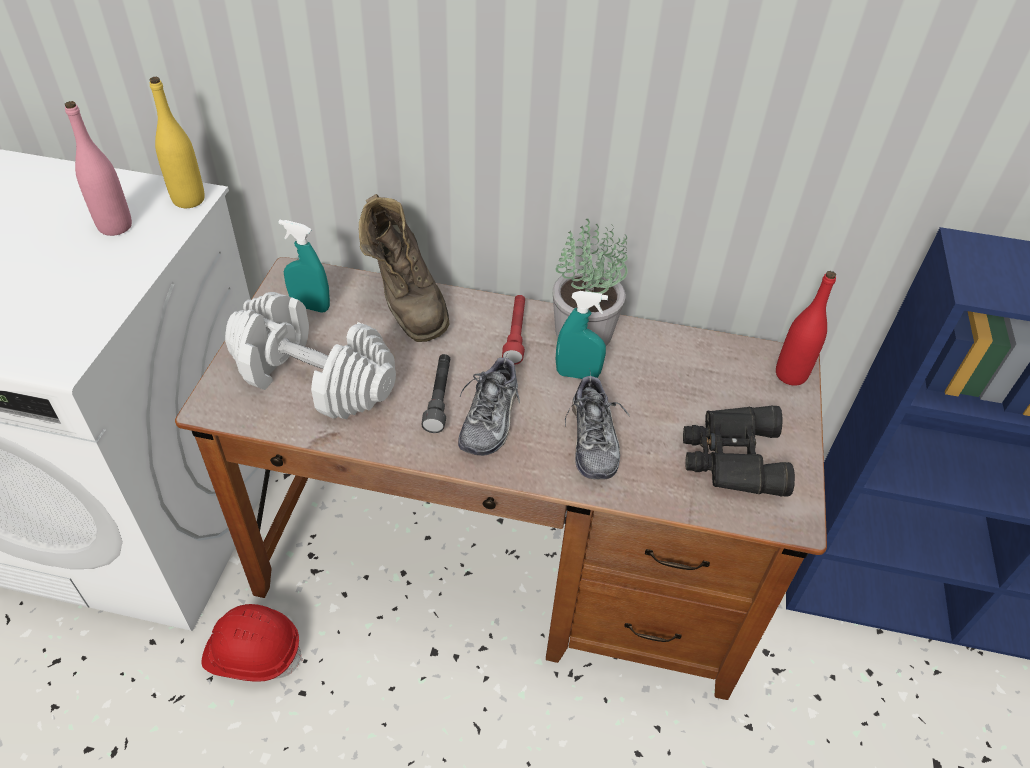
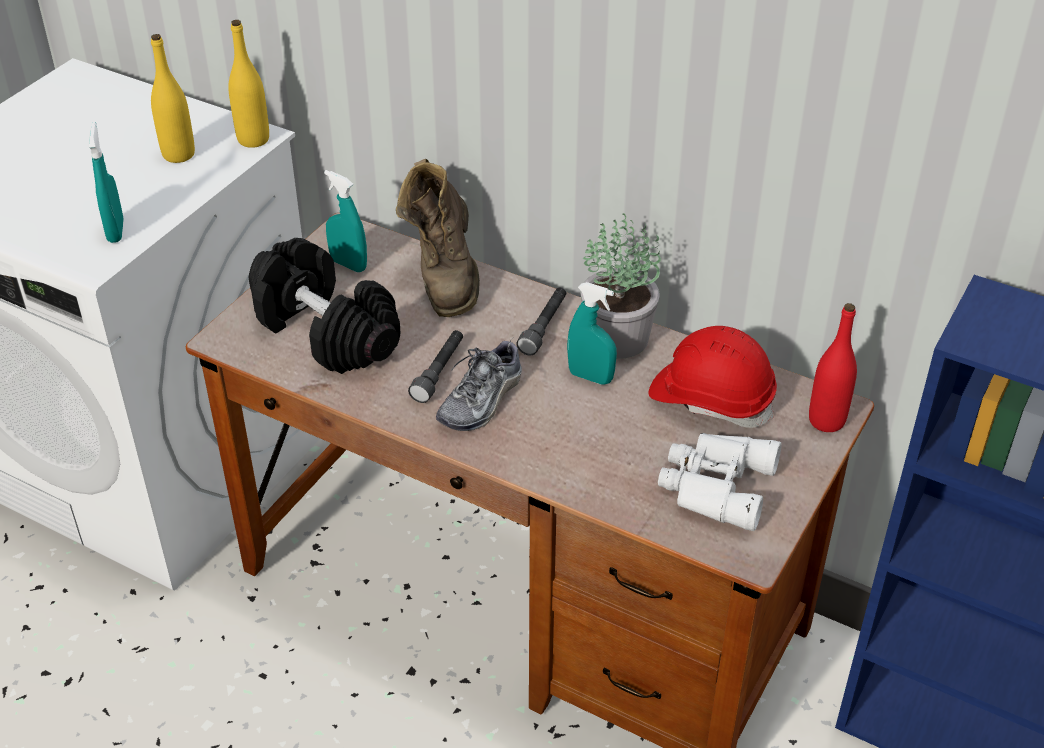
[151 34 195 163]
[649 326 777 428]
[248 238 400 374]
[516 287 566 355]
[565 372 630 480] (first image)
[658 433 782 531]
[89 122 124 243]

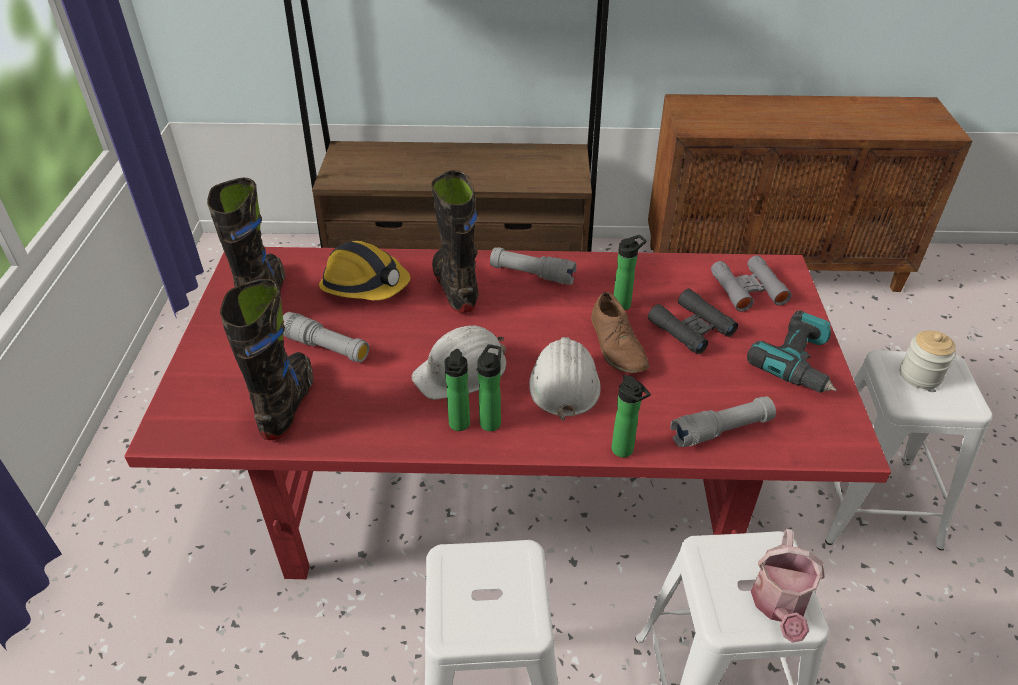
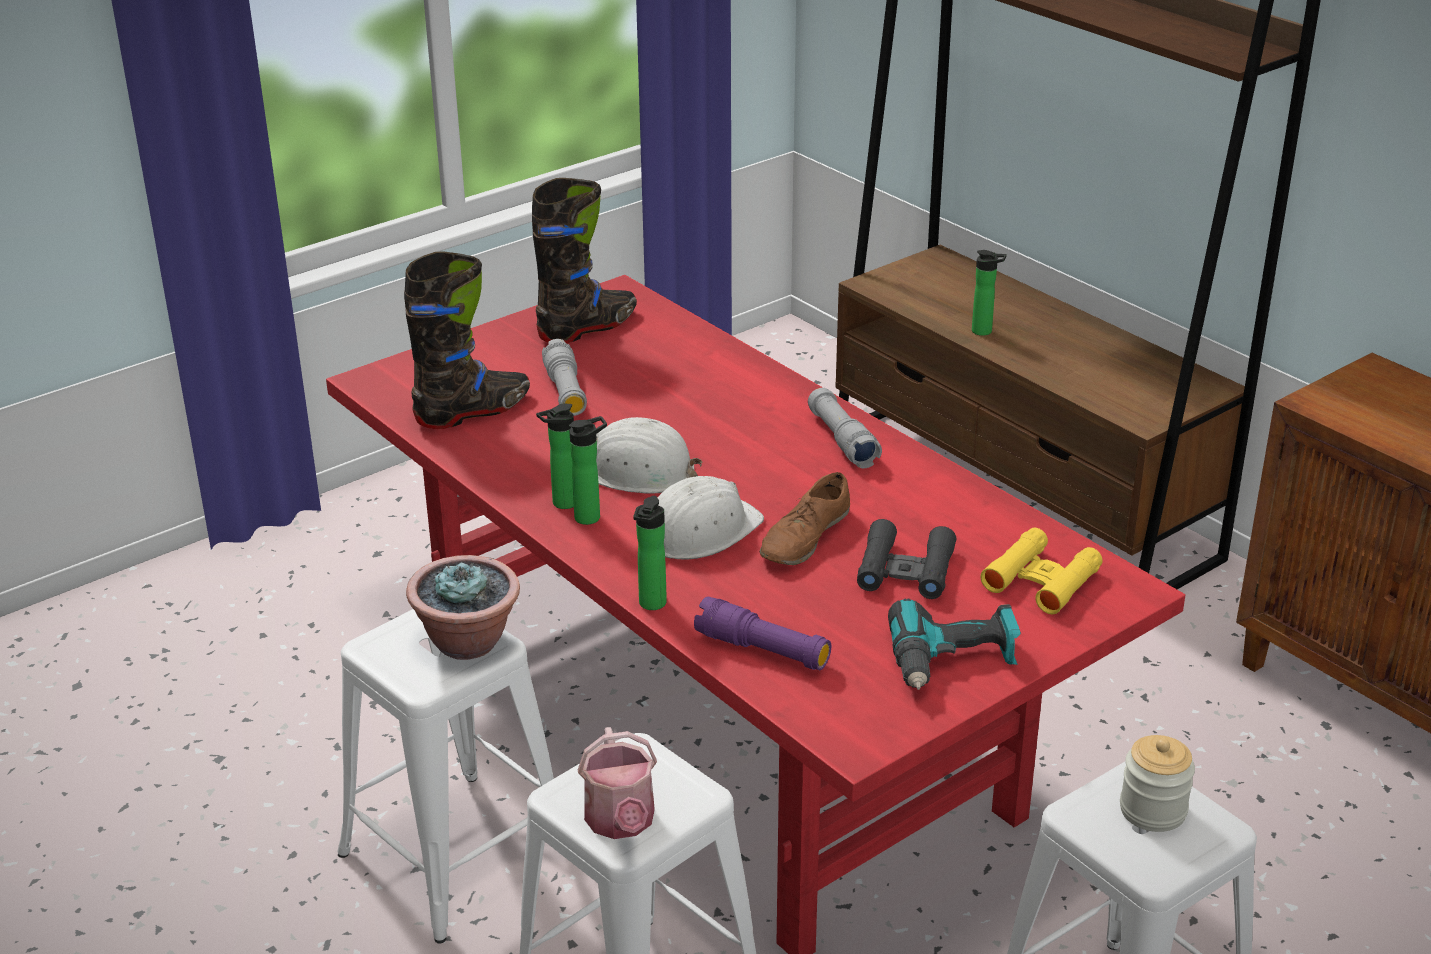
[319 241 410 300] (first image)
[431 170 479 313] (first image)
[972 250 1007 336]
[694 597 831 670]
[980 528 1103 614]
[578 727 657 839]
[406 555 520 660]

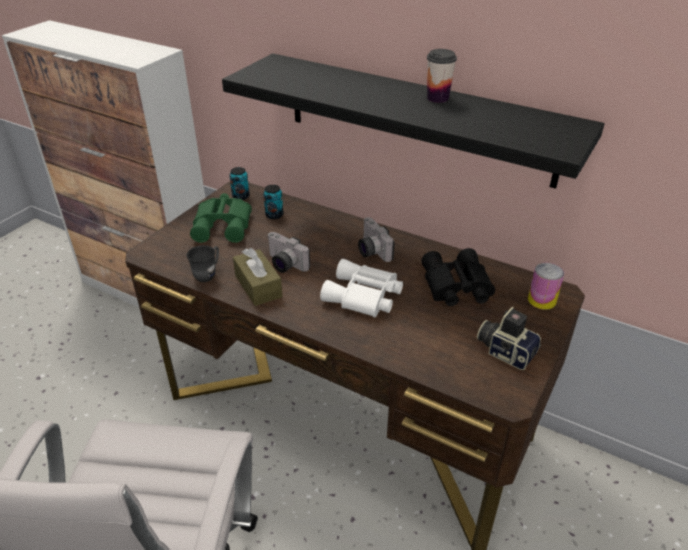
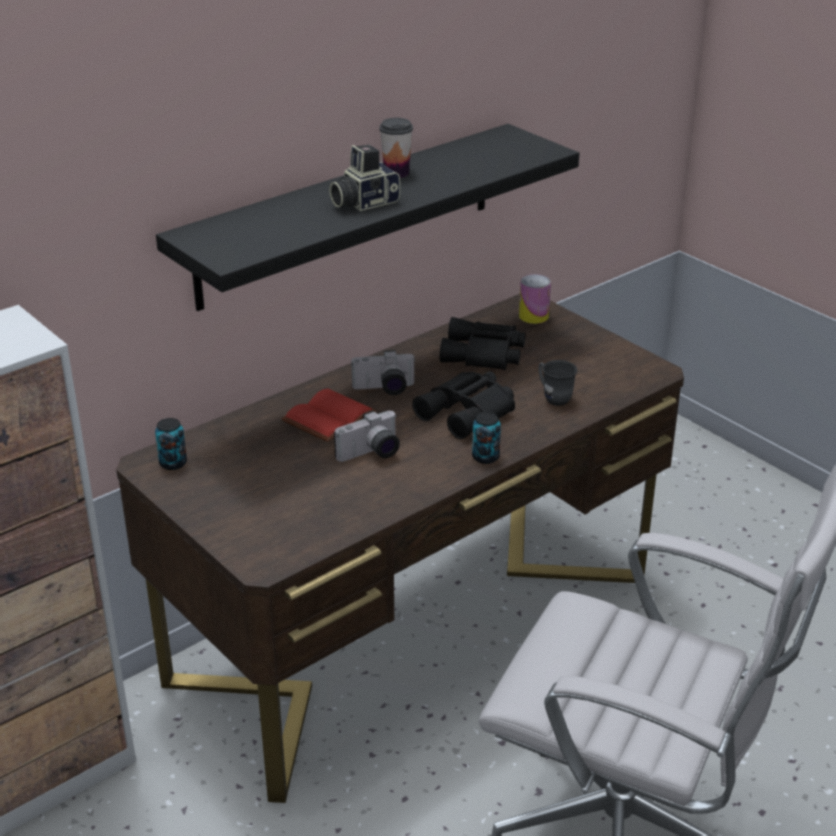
[538 360 577 406]
[190 193 252 243] (first image)
[233 248 283 306] (first image)
[472 412 501 464]
[412 371 515 439]
[329 145 400 211]
[281 388 376 442]

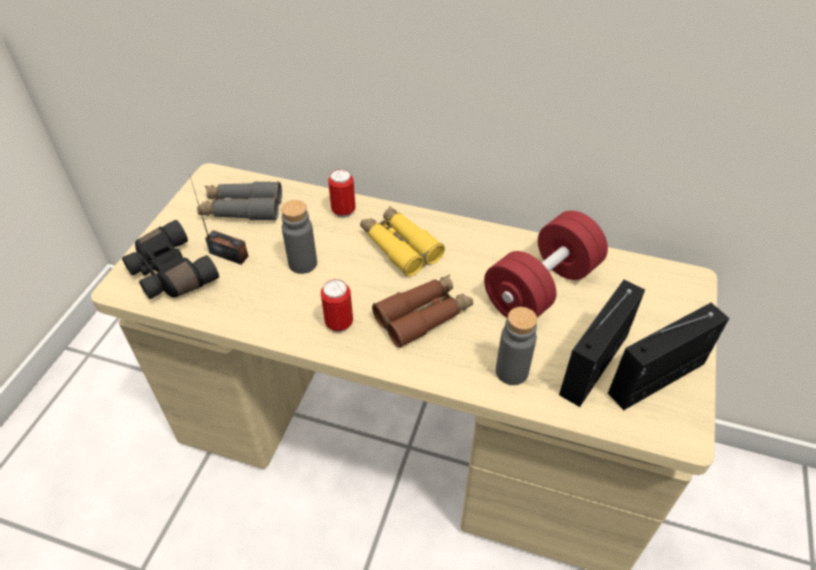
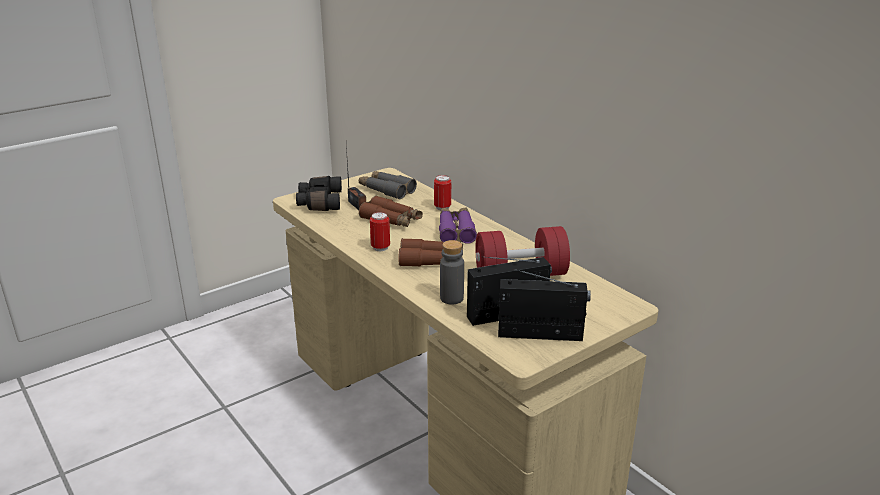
[359 196 423 227]
[439 207 477 244]

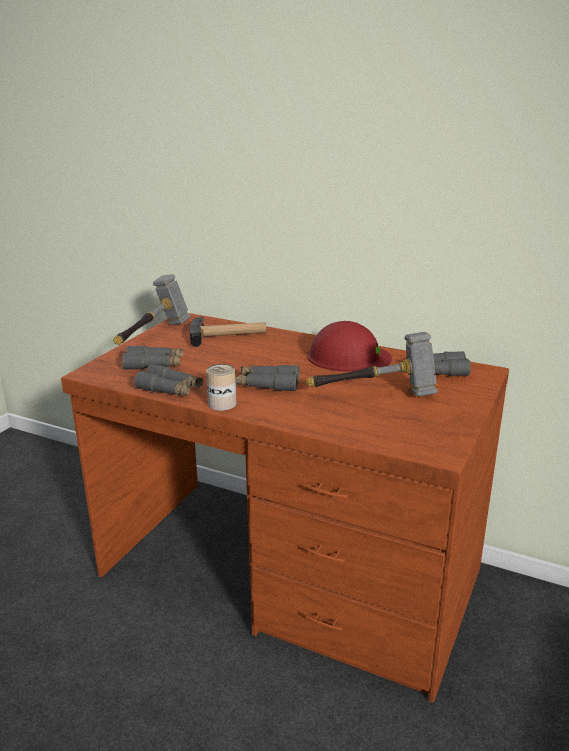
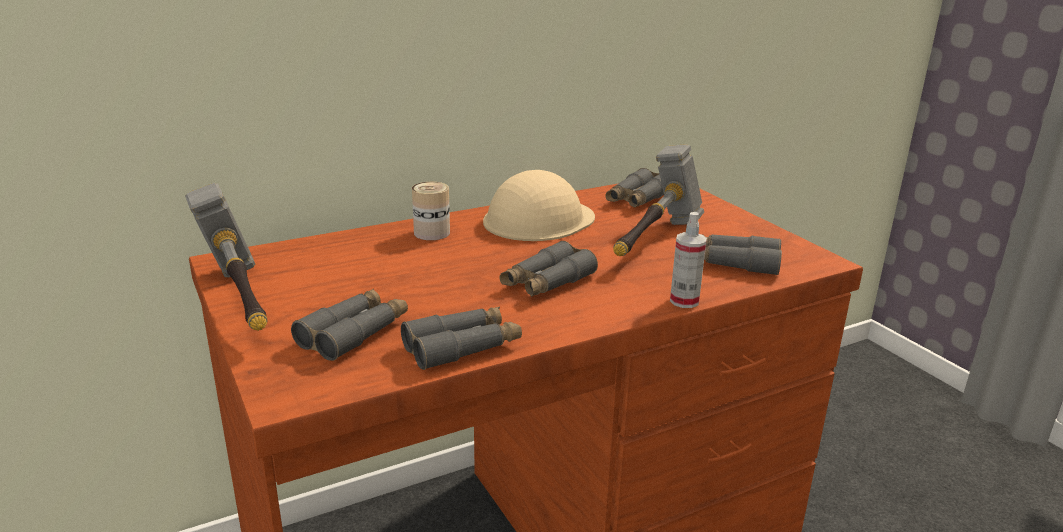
[190 316 266 347] (first image)
[412 182 450 240]
[483 170 595 241]
[670 212 707 308]
[702 234 782 275]

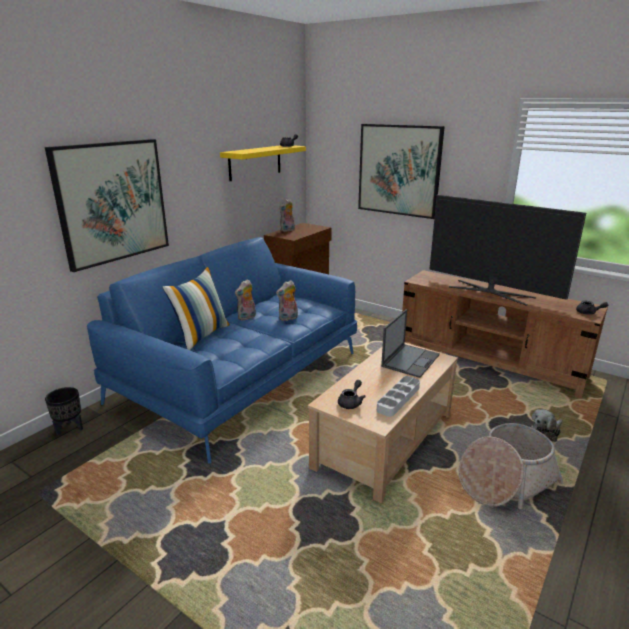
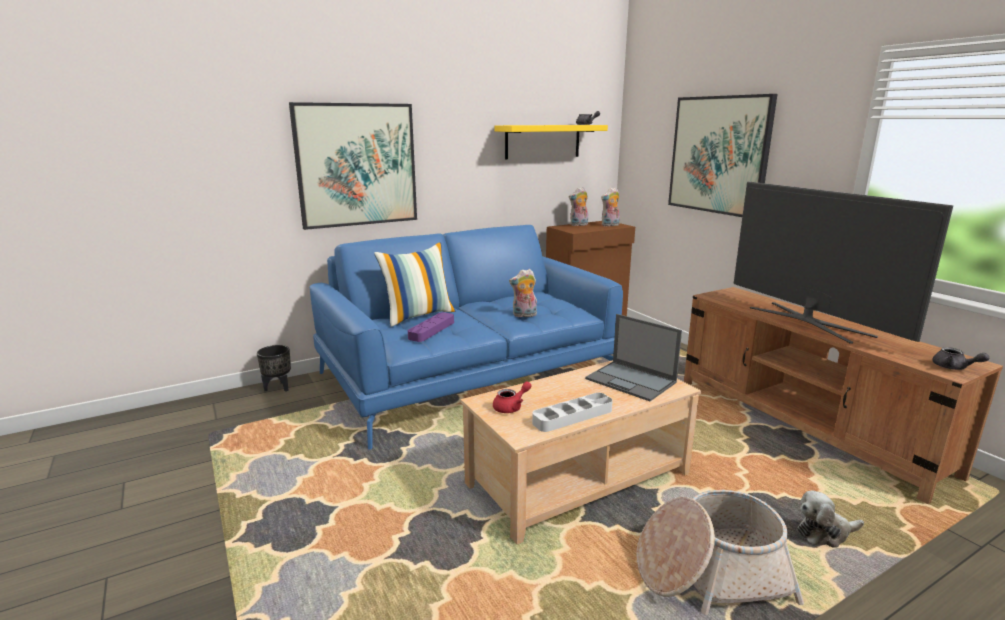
[601 187 620 227]
[493 381 532 413]
[585 314 682 401]
[408 312 454 342]

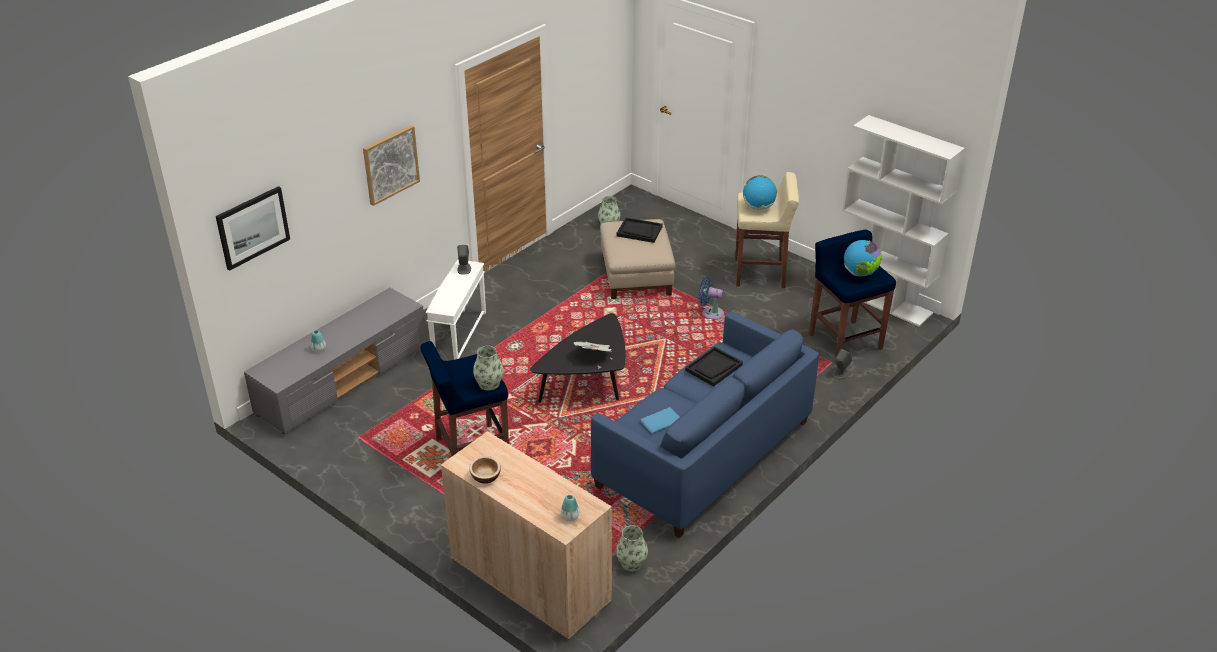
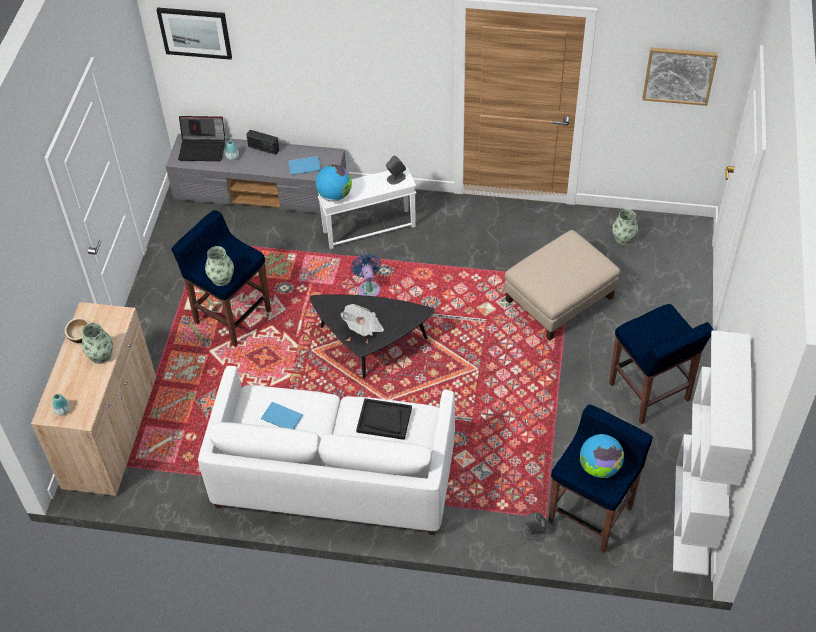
[642 47 718 106]
[198 366 455 535]
[616 218 663 243] (first image)
[82 322 113 364]
[351 254 381 297]
[609 304 714 424]
[316 164 352 202]
[178 116 225 161]
[246 130 279 155]
[288 156 321 175]

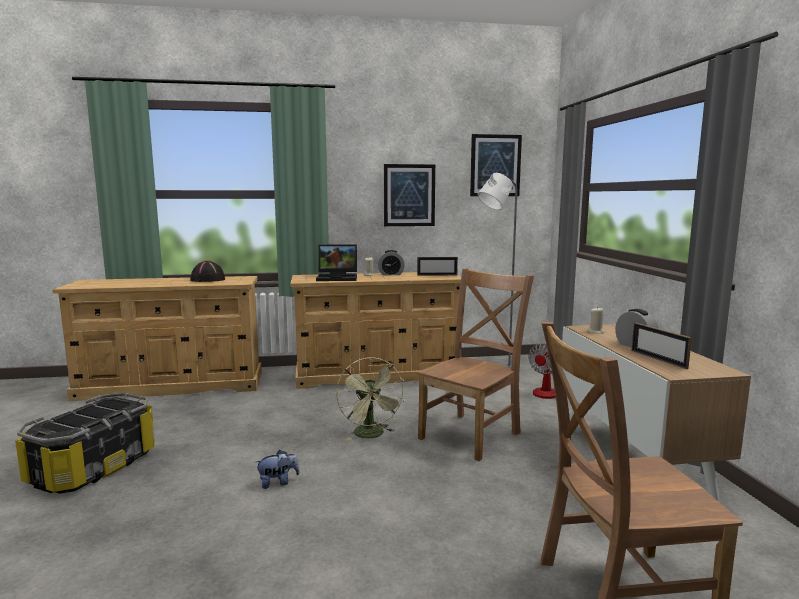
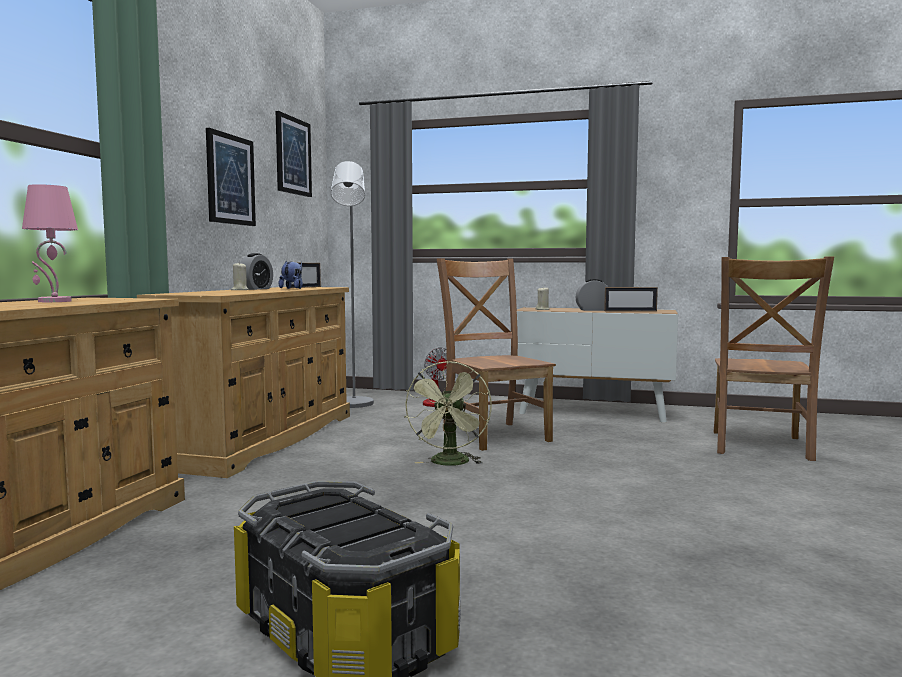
[22 184 78 302]
[279 261 303 289]
[316 244 357 281] (first image)
[404 361 492 466]

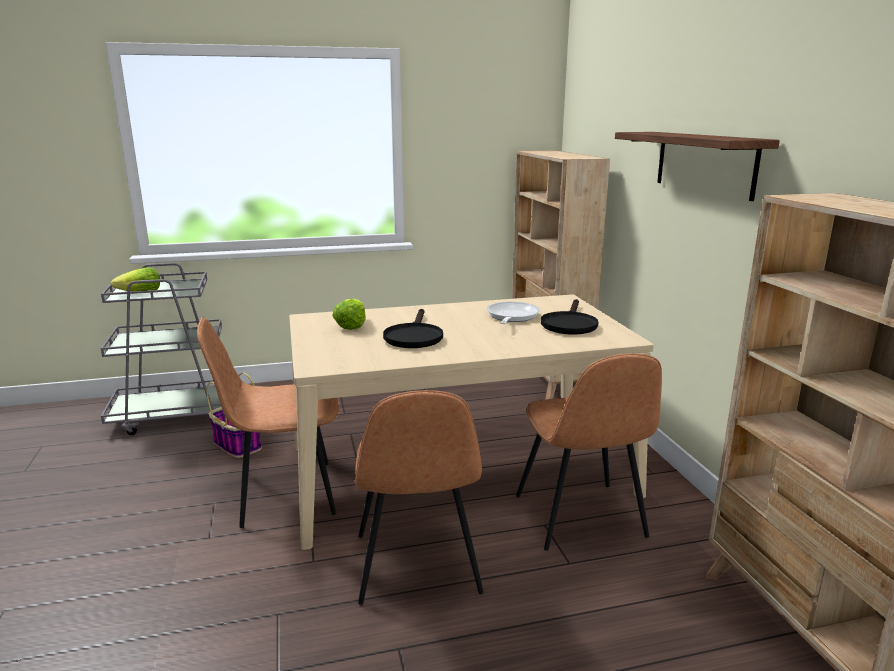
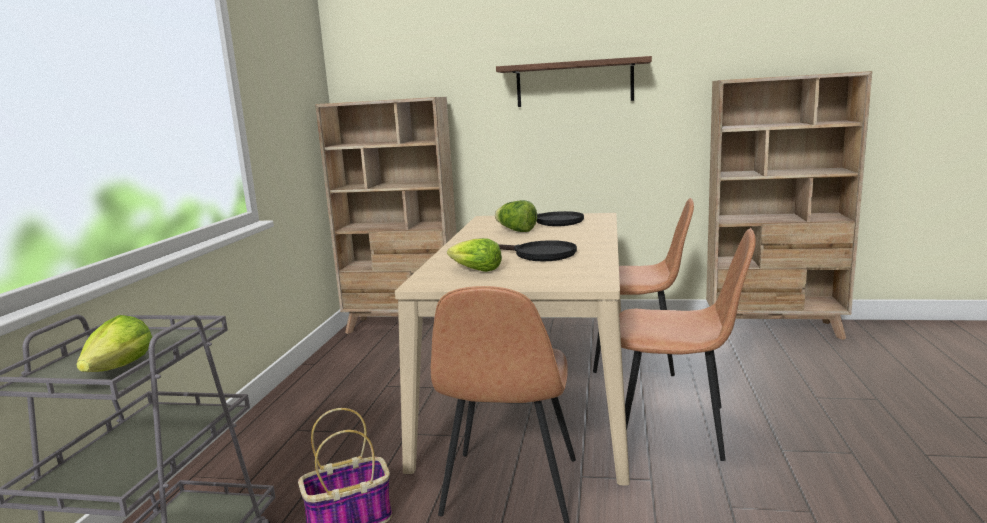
[495 200 537 232]

